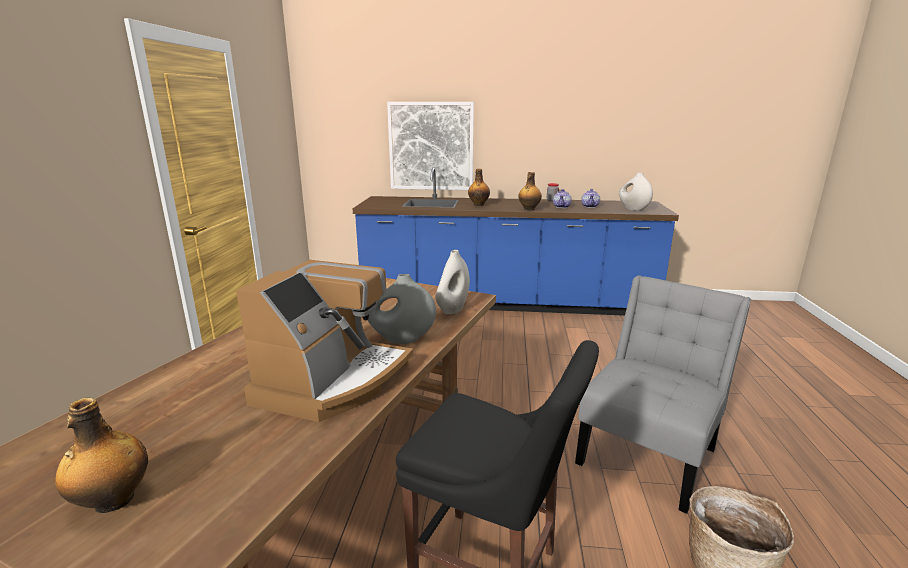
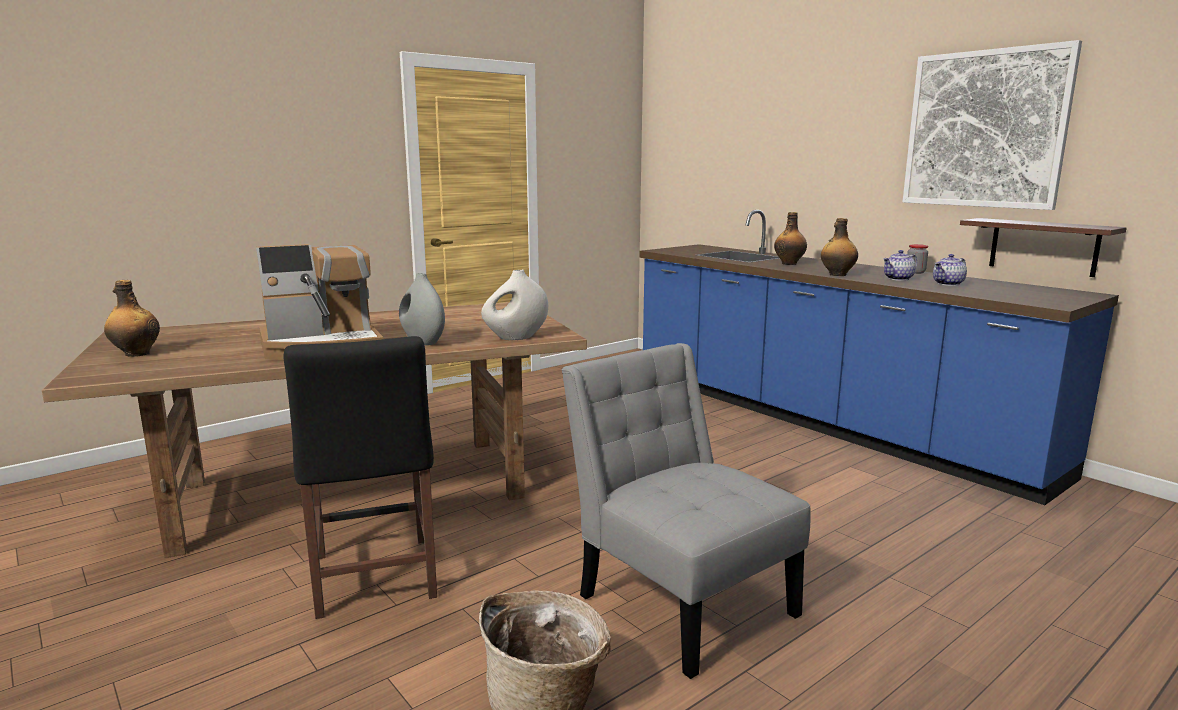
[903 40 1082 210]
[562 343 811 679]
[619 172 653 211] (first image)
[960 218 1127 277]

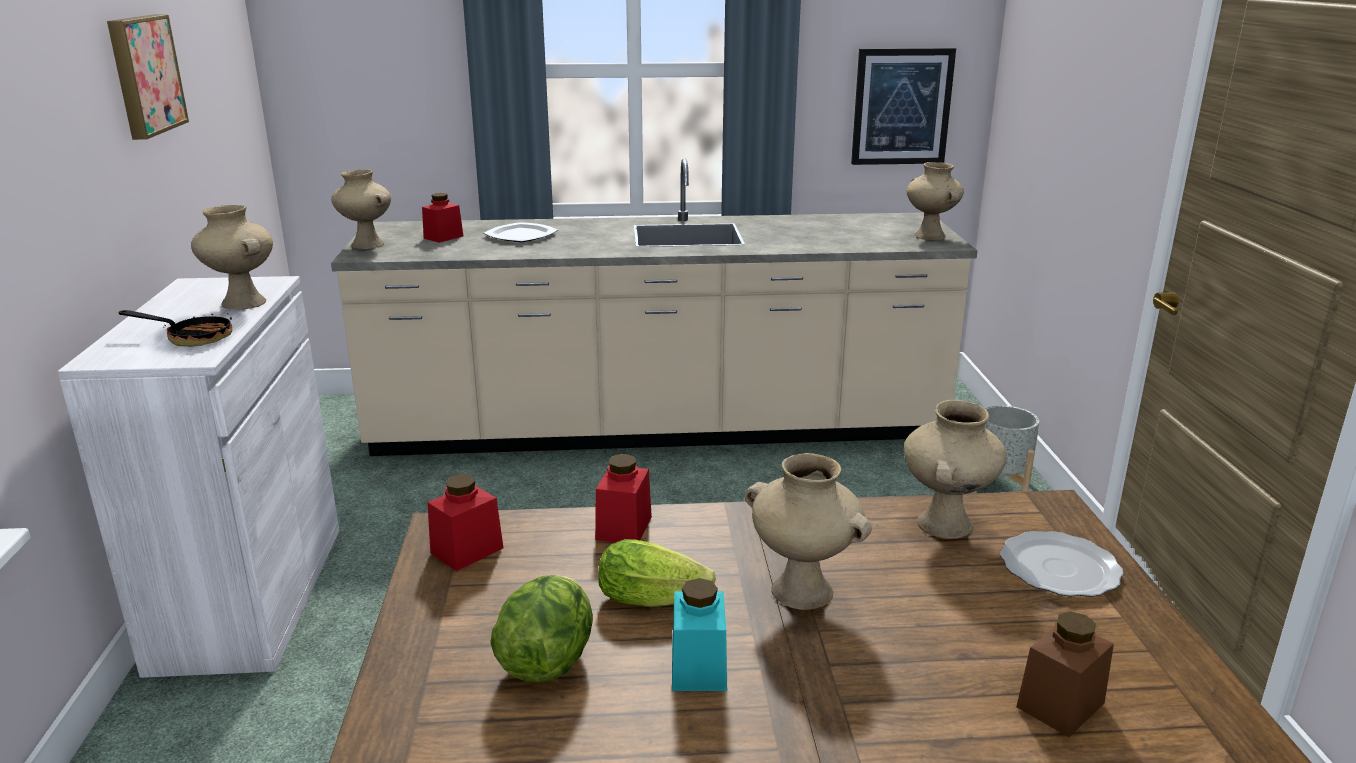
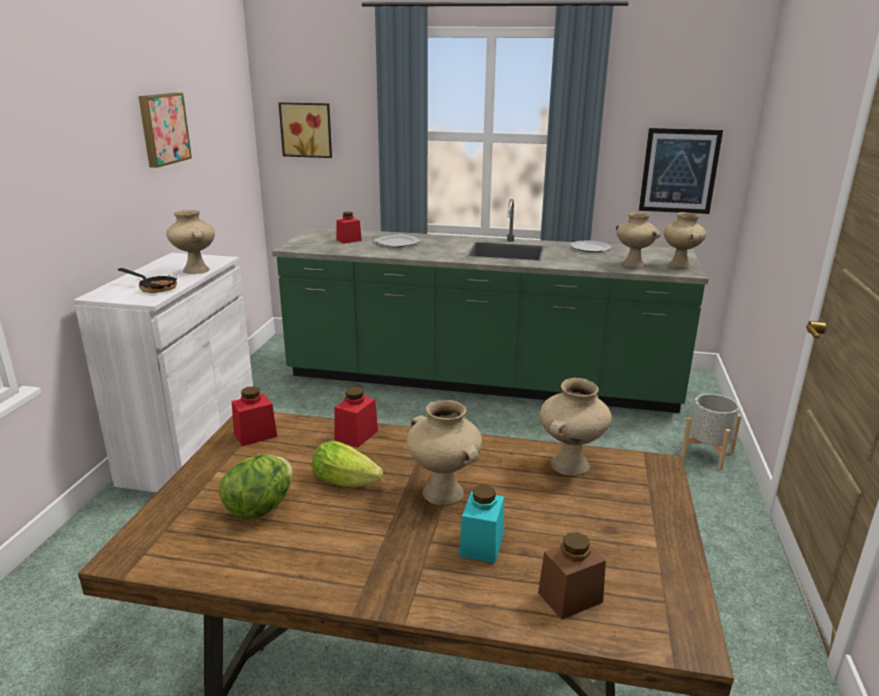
[272 199 709 413]
[616 212 661 268]
[459 485 504 563]
[570 240 612 252]
[279 102 332 158]

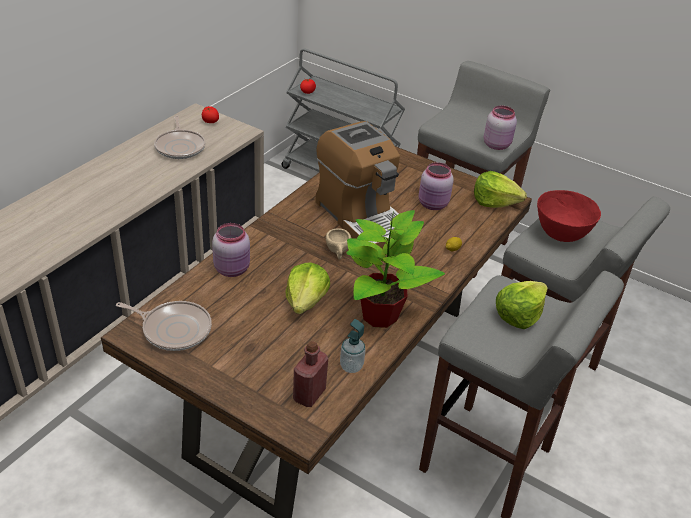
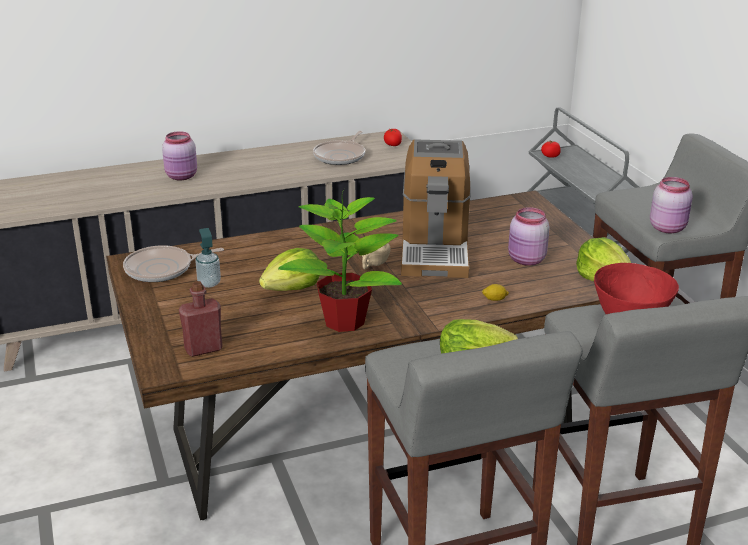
[123 245 224 282]
[162 131 197 180]
[195 228 221 288]

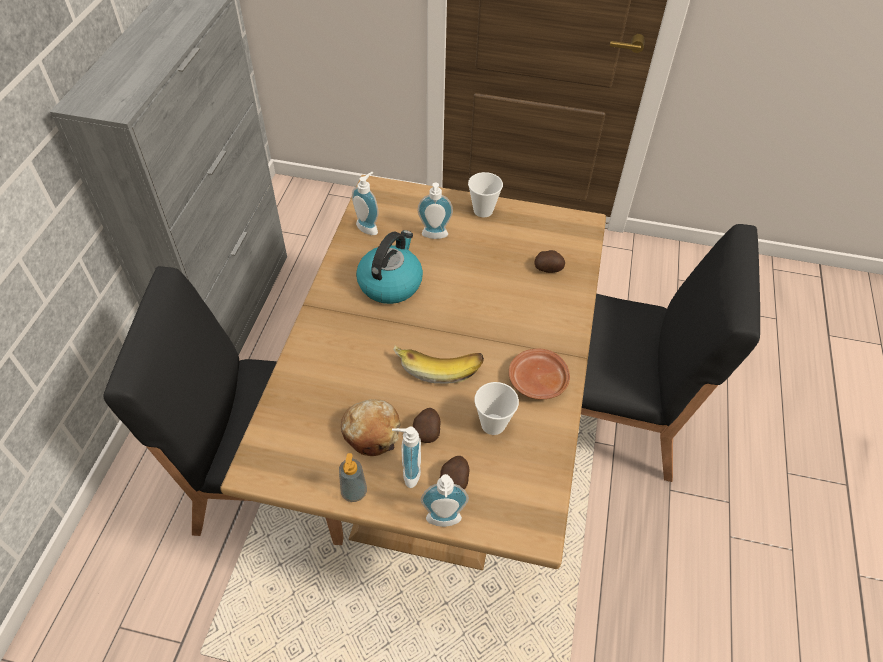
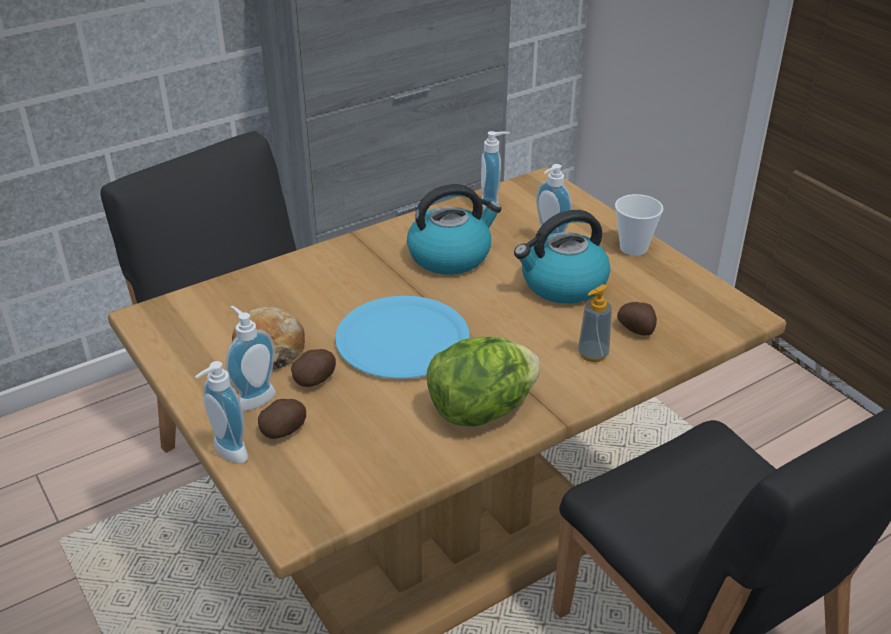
[578 284 612 362]
[335 296 470 379]
[474 382 519 435] (first image)
[426 337 540 427]
[514 210 610 304]

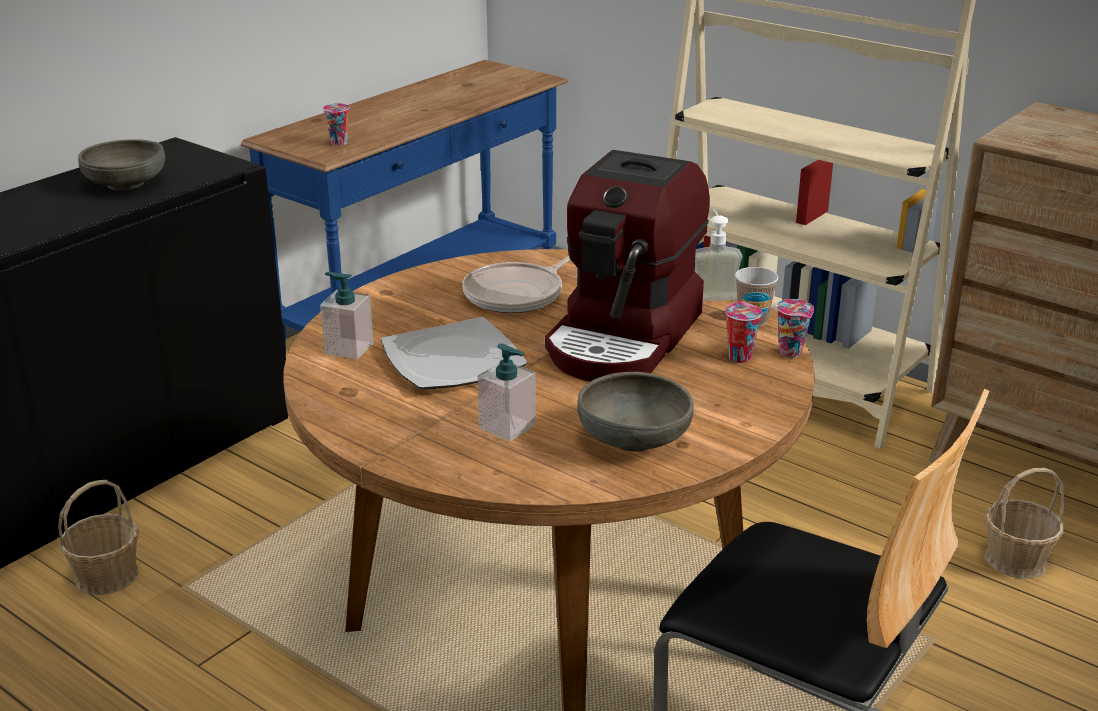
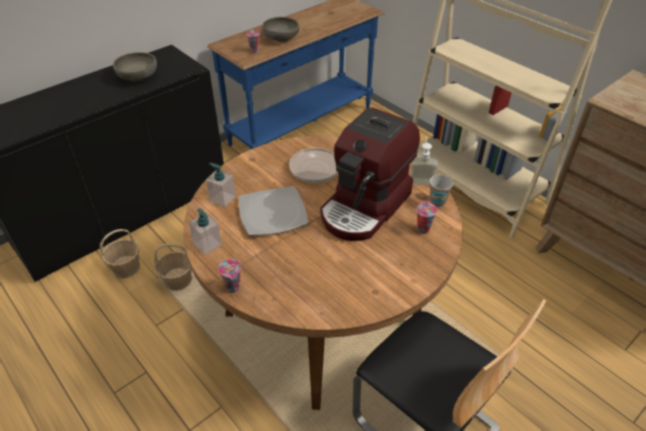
[189 208 222 255]
[262 17 299 42]
[218 259 241 293]
[154 244 192 291]

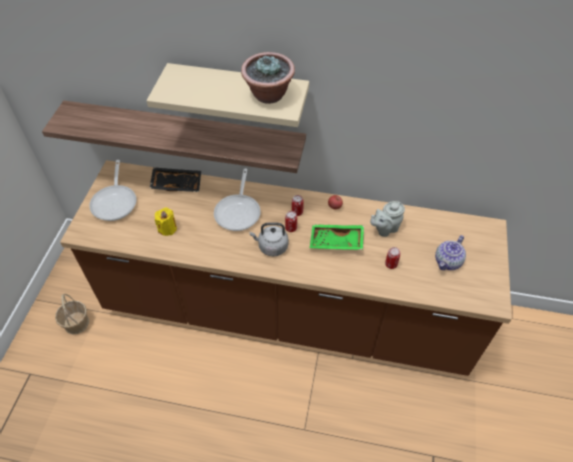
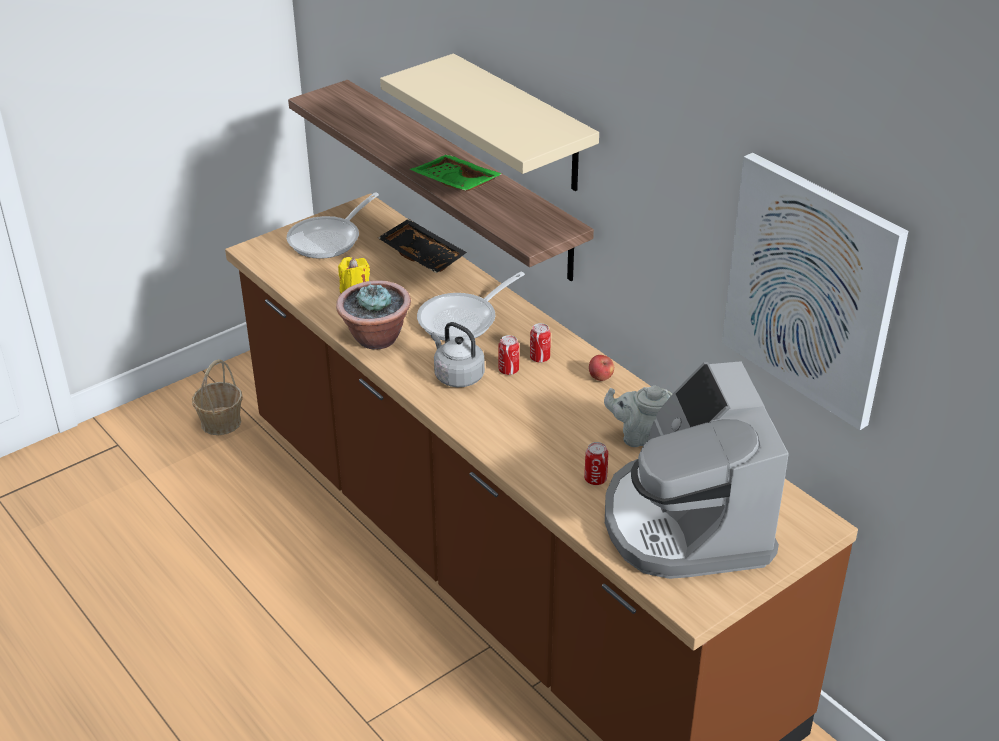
[336 280 411 350]
[410 154 502 192]
[605 361 789 579]
[722 153 908 430]

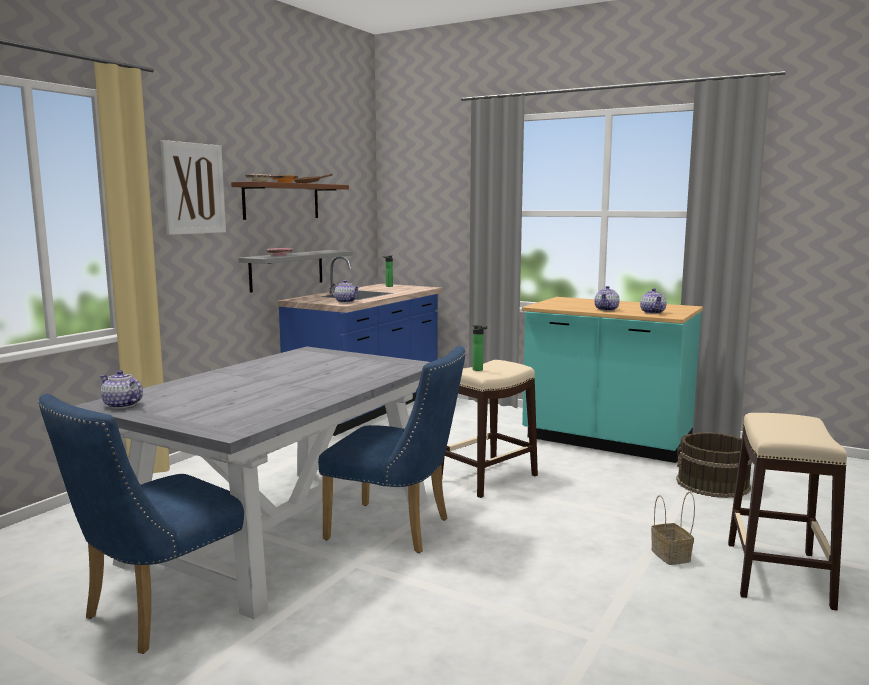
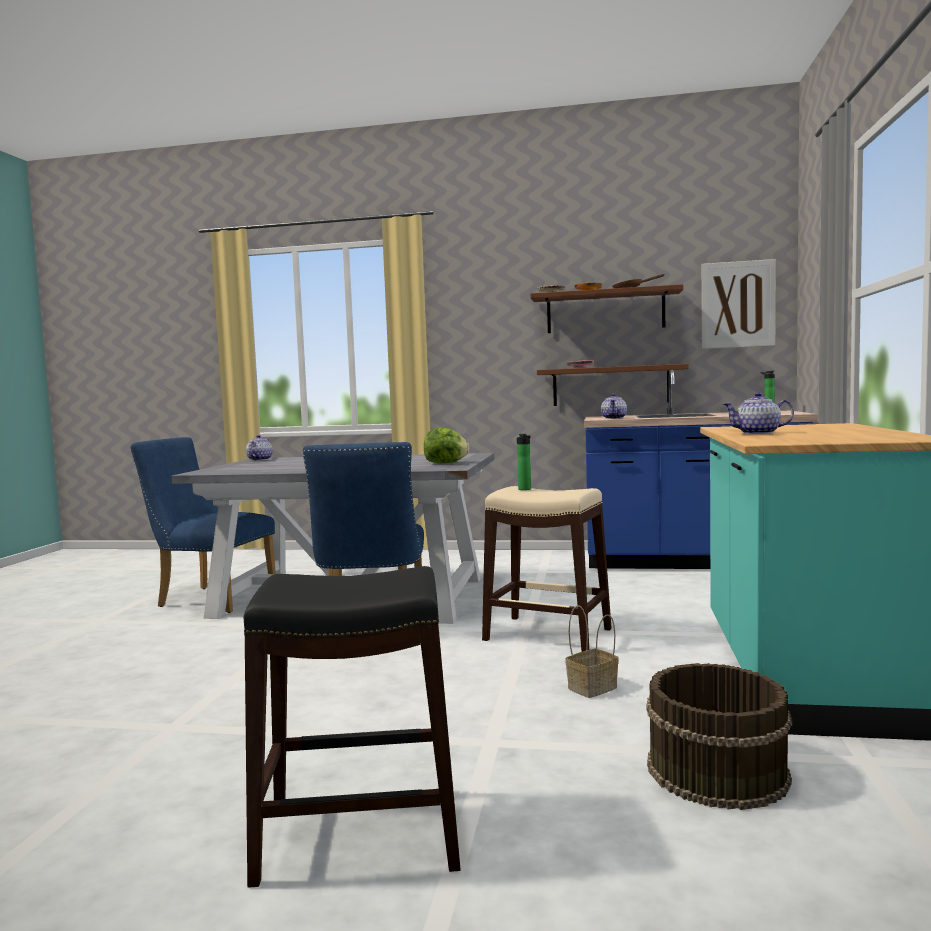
[702 259 776 349]
[537 364 689 406]
[640 288 667 314] (first image)
[566 605 619 698]
[244 566 461 888]
[424 427 469 464]

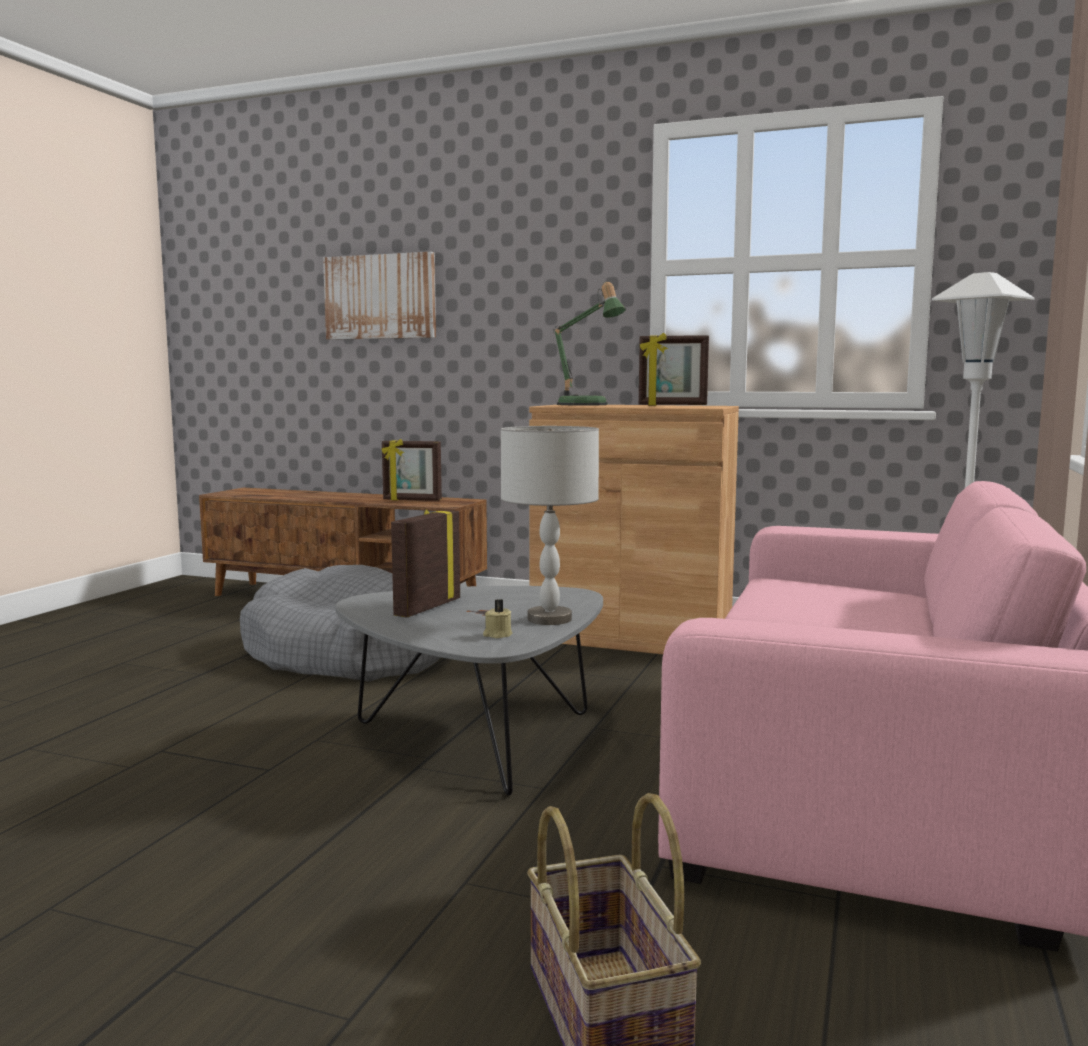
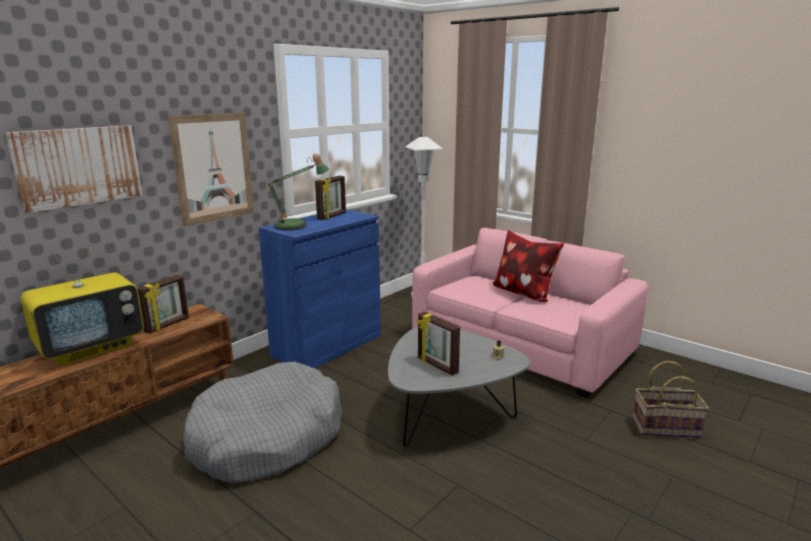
[501 426 599 625] (first image)
[259 209 381 368]
[20 244 144 366]
[168 113 254 227]
[492 230 564 302]

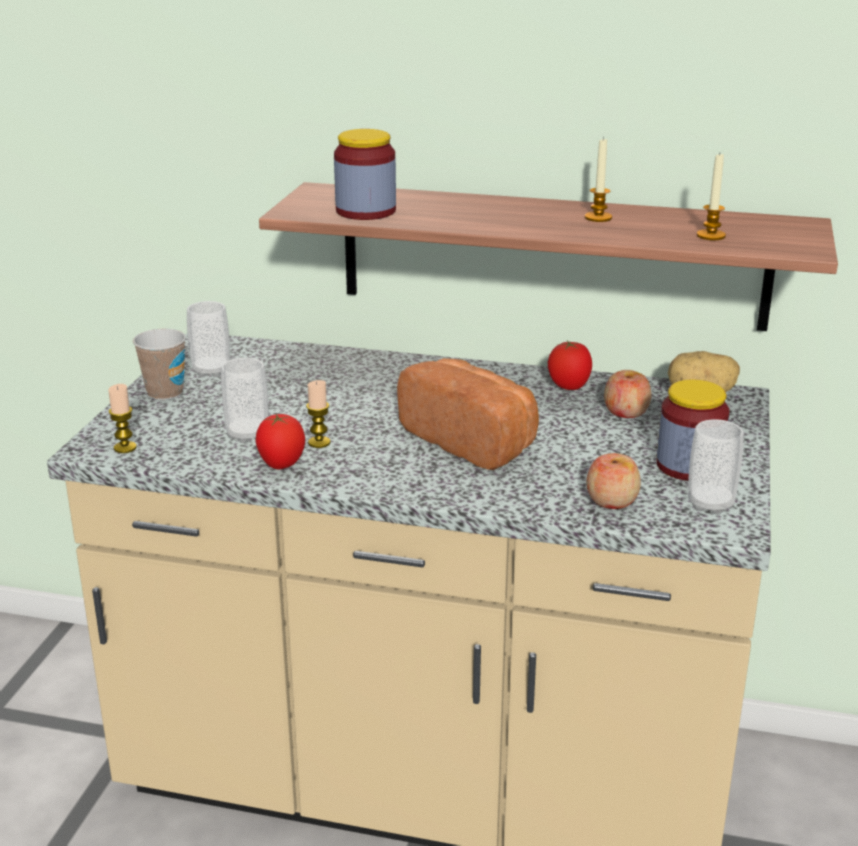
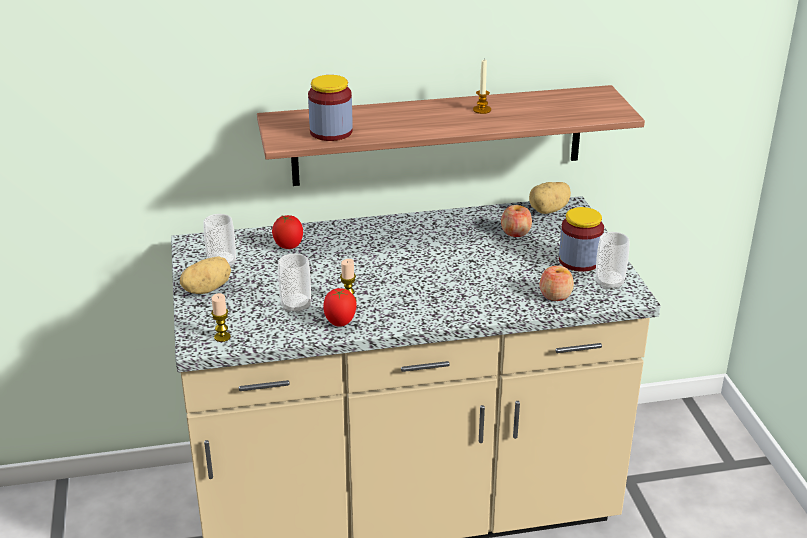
[180 256 231 294]
[397 358 539 470] (first image)
[272 215 303 249]
[697 154 726 240] (first image)

